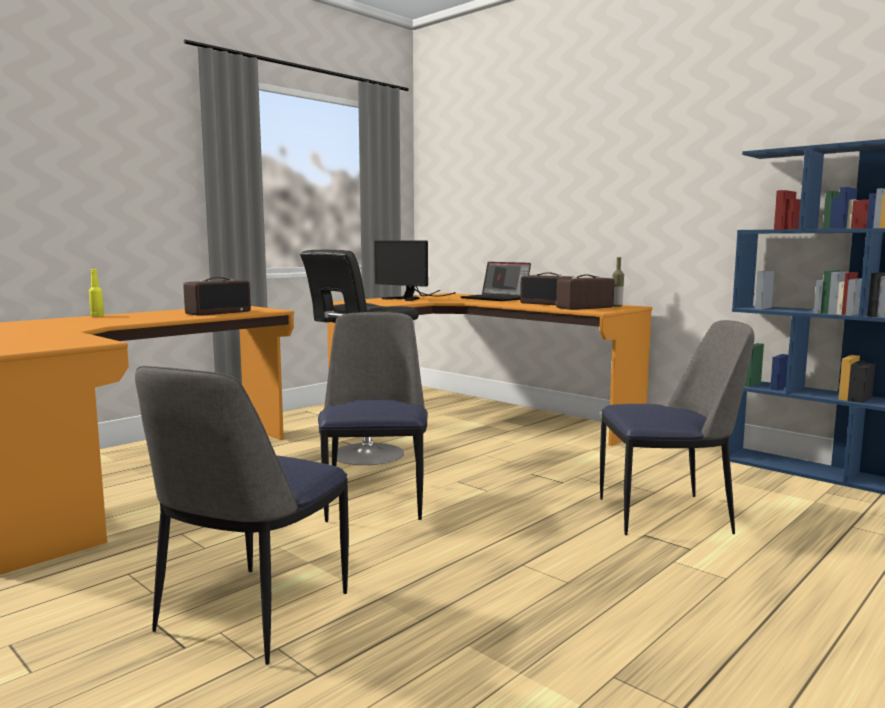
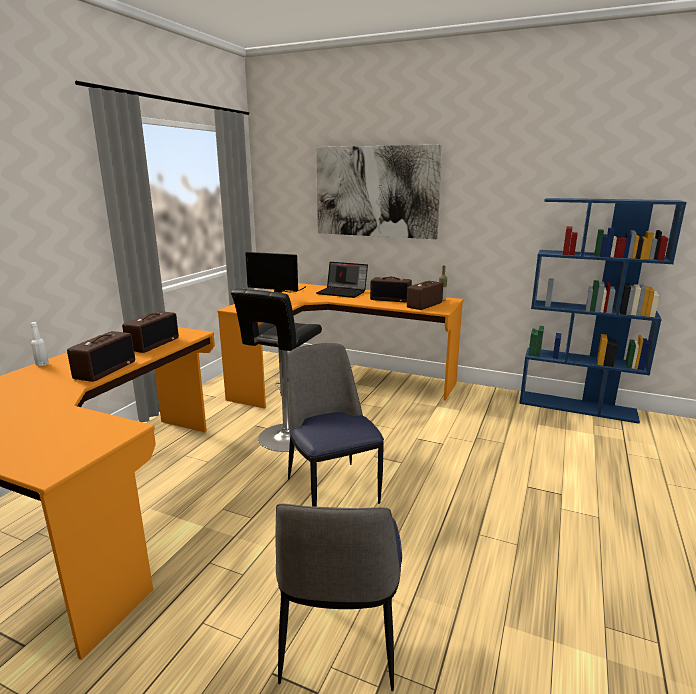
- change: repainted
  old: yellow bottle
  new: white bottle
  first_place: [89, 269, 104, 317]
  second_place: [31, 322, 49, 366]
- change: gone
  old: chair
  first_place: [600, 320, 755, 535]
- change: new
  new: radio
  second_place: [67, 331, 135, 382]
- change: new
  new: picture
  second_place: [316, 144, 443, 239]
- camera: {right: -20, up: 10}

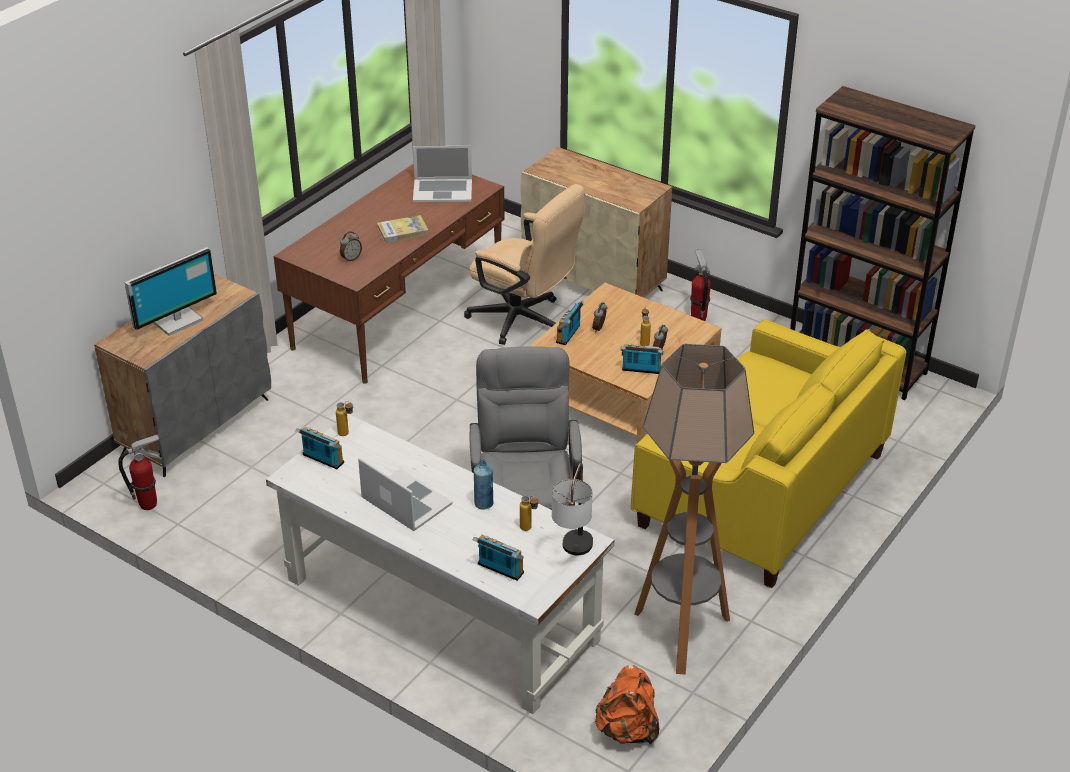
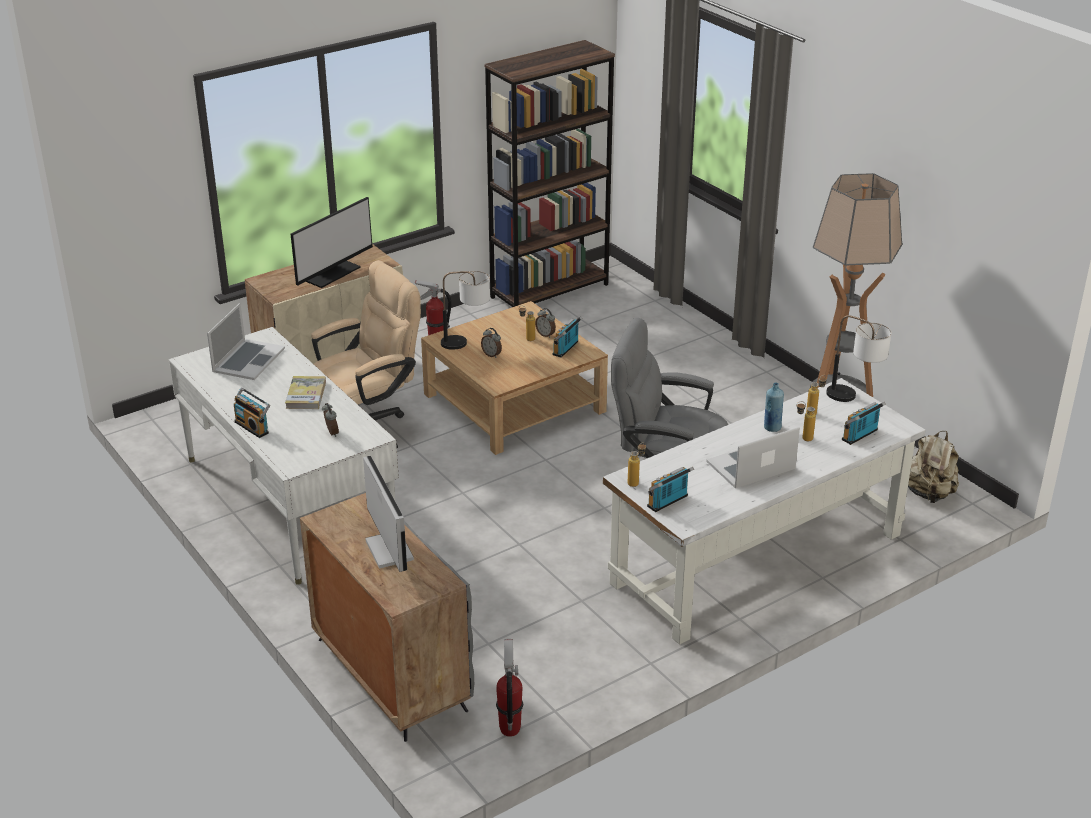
- change: repainted
  old: brown desk
  new: white desk
  first_place: [274, 164, 505, 384]
  second_place: [169, 327, 399, 585]
- change: shifted
  old: radio
  first_place: [556, 300, 585, 345]
  second_place: [234, 388, 270, 438]
- change: repainted
  old: orange backpack
  new: beige backpack
  first_place: [594, 665, 660, 745]
  second_place: [908, 431, 959, 503]
- change: gone
  old: yellow sofa
  first_place: [631, 319, 906, 588]
- change: new
  new: monitor
  second_place: [290, 197, 373, 288]
- change: new
  new: table lamp
  second_place: [441, 271, 490, 349]
- change: new
  new: bottle
  second_place: [796, 401, 816, 441]
- camera: {right: -70, up: -5}

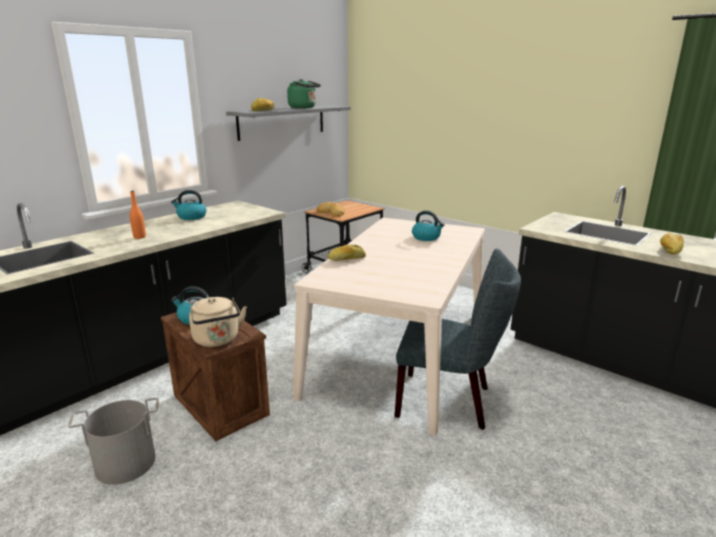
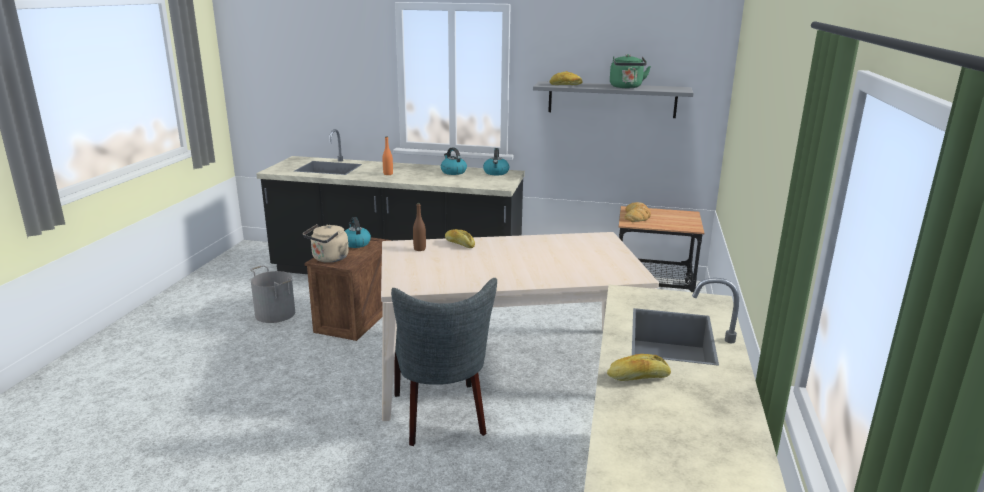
- change: shifted
  old: kettle
  first_place: [412, 211, 445, 241]
  second_place: [483, 148, 509, 175]
- change: new
  new: brown bottle
  second_place: [413, 203, 426, 251]
- camera: {right: 60, up: 0}

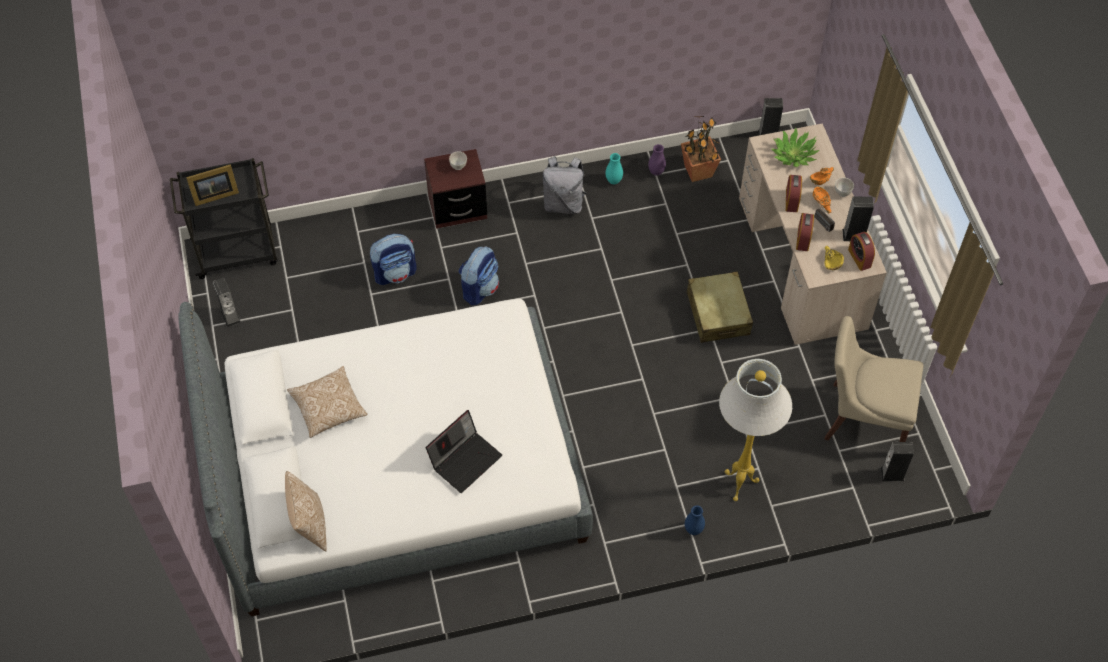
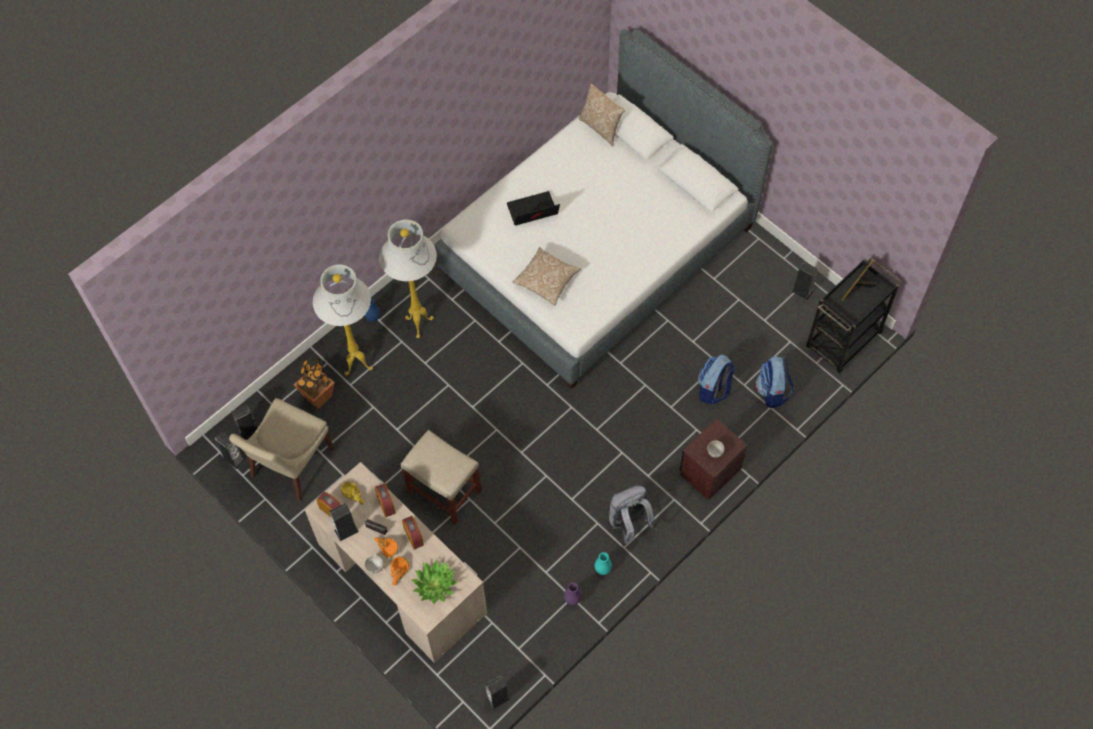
- change: shifted
  old: pillow
  first_place: [287, 366, 367, 438]
  second_place: [513, 247, 581, 306]
- change: rotated
  old: laptop
  first_place: [426, 410, 502, 493]
  second_place: [507, 191, 560, 226]
  degrees: 60
- change: shifted
  old: backpack
  first_place: [458, 246, 499, 305]
  second_place: [755, 356, 794, 408]
- change: shifted
  old: potted plant
  first_place: [681, 116, 721, 182]
  second_place: [294, 359, 335, 409]
- change: swapped
  old: beige suitcase
  new: beige stool
  first_place: [687, 272, 753, 343]
  second_place: [401, 430, 482, 525]
- change: rotated
  old: beige chair
  first_place: [825, 316, 923, 442]
  second_place: [229, 398, 334, 501]
  degrees: 135
- change: new
  new: speaker
  second_place: [215, 431, 245, 469]
- change: new
  new: white floor lamp
  second_place: [379, 219, 437, 338]
- camera: {right: 150, up: 5}

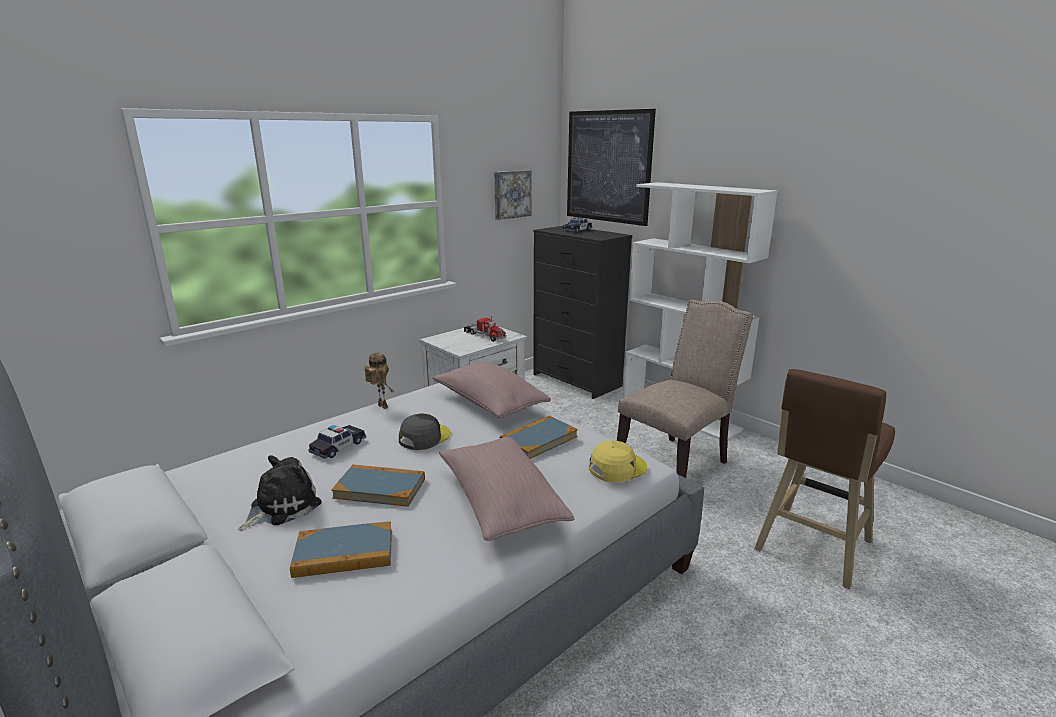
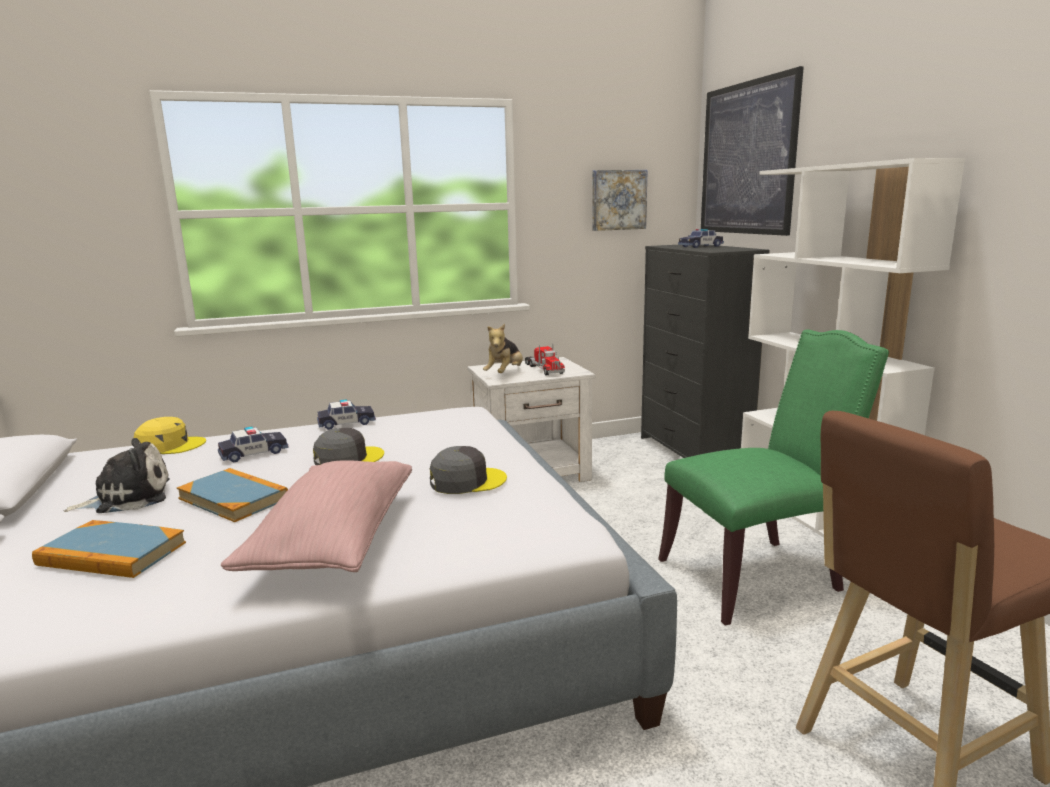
- change: swapped
  old: toy robot
  new: toy car
  first_place: [364, 353, 393, 409]
  second_place: [317, 399, 376, 430]
- change: gone
  old: pink pillow
  first_place: [432, 362, 551, 418]
- change: swapped
  old: book
  new: grey cap
  first_place: [499, 416, 578, 459]
  second_place: [430, 446, 507, 494]
- change: shifted
  old: yellow cap
  first_place: [589, 441, 647, 483]
  second_place: [134, 417, 206, 454]
- change: repainted
  old: beige chair
  new: green chair
  first_place: [617, 299, 753, 478]
  second_place: [658, 329, 889, 625]
- change: new
  new: plush toy
  second_place: [483, 324, 523, 373]
- camera: {right: 25, up: -5}

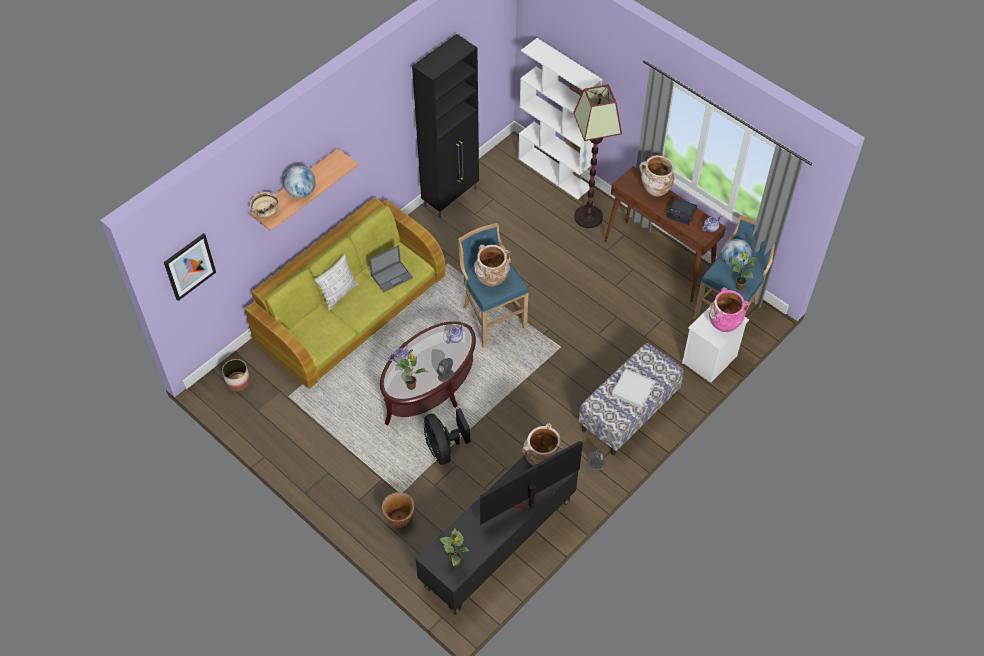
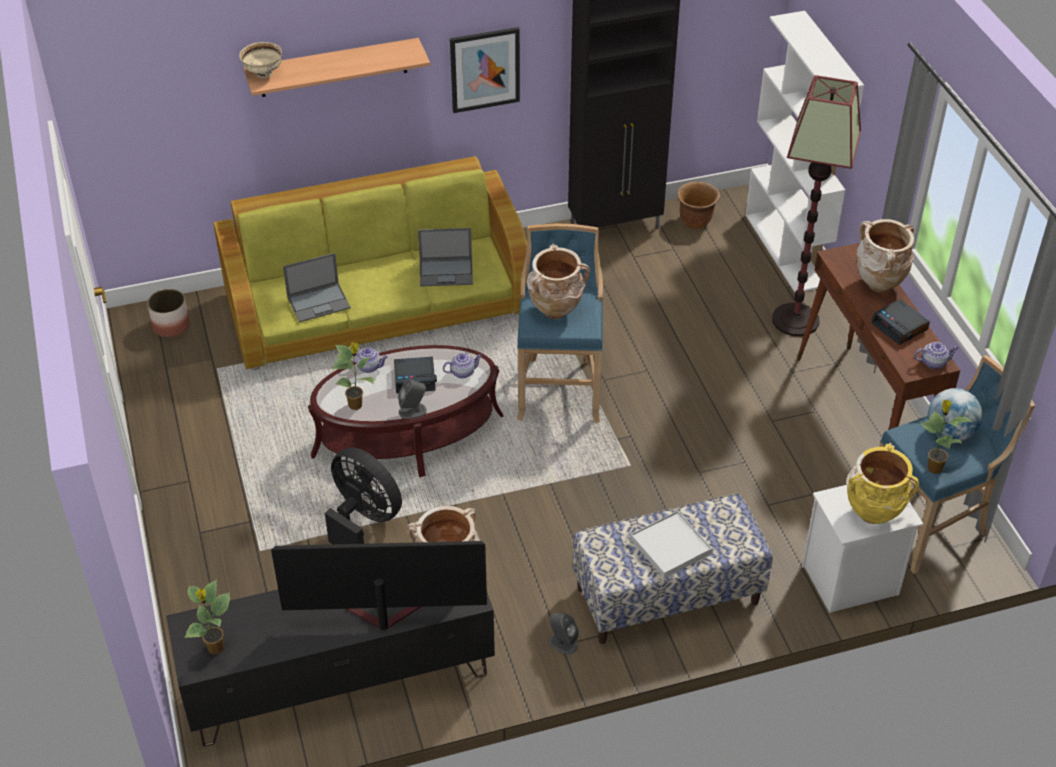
- change: shifted
  old: picture
  first_place: [164, 233, 216, 301]
  second_place: [450, 27, 520, 113]
- change: gone
  old: globe
  first_place: [283, 166, 316, 198]
- change: gone
  old: pillow
  first_place: [314, 254, 359, 311]
- change: shifted
  old: brown planter
  first_place: [382, 492, 414, 528]
  second_place: [677, 181, 720, 229]
- change: rotated
  old: black fan
  first_place: [424, 408, 470, 465]
  second_place: [325, 447, 402, 544]
  degrees: 120
- change: repainted
  old: pink vase
  new: yellow vase
  first_place: [709, 287, 750, 332]
  second_place: [846, 443, 919, 524]
- change: new
  new: laptop
  second_place: [283, 253, 351, 322]
- change: new
  new: alarm clock
  second_place: [394, 357, 437, 393]
- camera: {right: 30, up: -10}

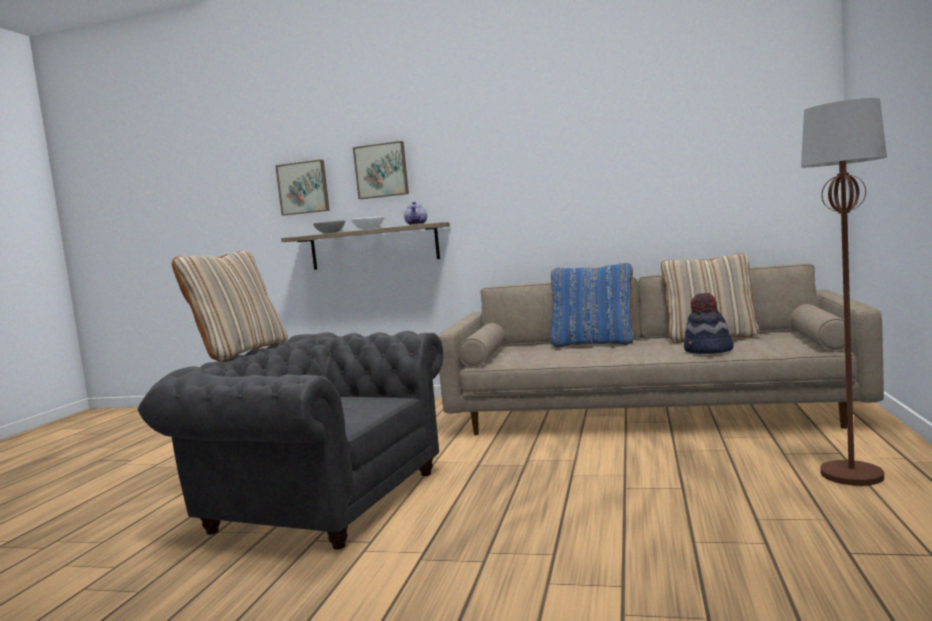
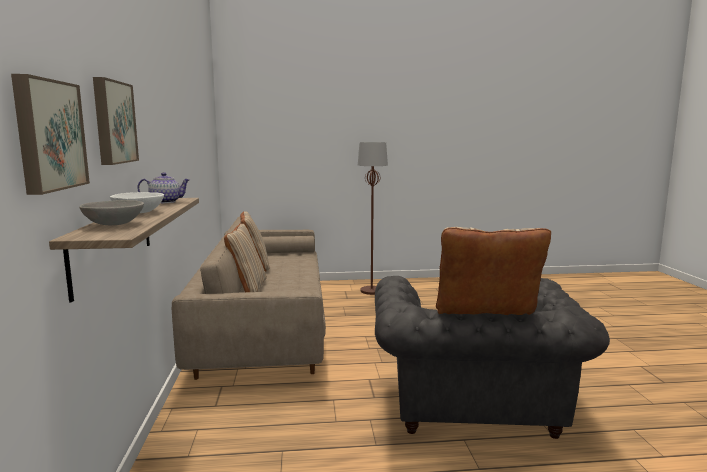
- change: repainted
  old: blue pillow
  new: beige pillow
  first_place: [551, 263, 634, 347]
  second_place: [224, 224, 267, 292]
- change: gone
  old: hat
  first_place: [684, 293, 734, 354]
- camera: {right: -110, up: 5}

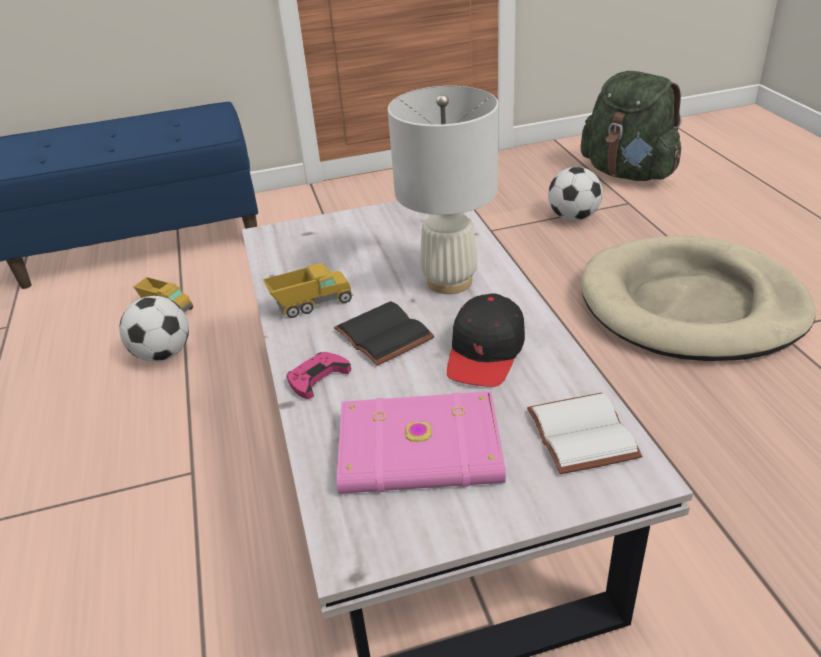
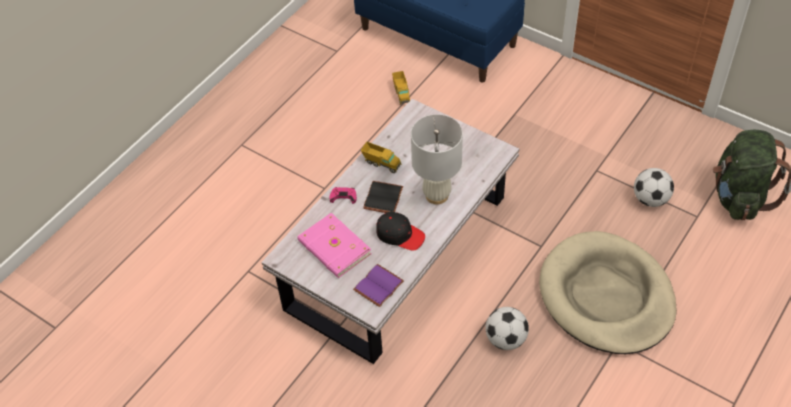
- change: shifted
  old: football
  first_place: [119, 296, 189, 362]
  second_place: [485, 307, 529, 350]
- change: rotated
  old: black cap
  first_place: [447, 293, 525, 387]
  second_place: [376, 212, 425, 251]
  degrees: -135
- change: repainted
  old: white book
  new: purple book
  first_place: [527, 393, 642, 474]
  second_place: [353, 264, 404, 307]
- camera: {right: 50, up: 15}

